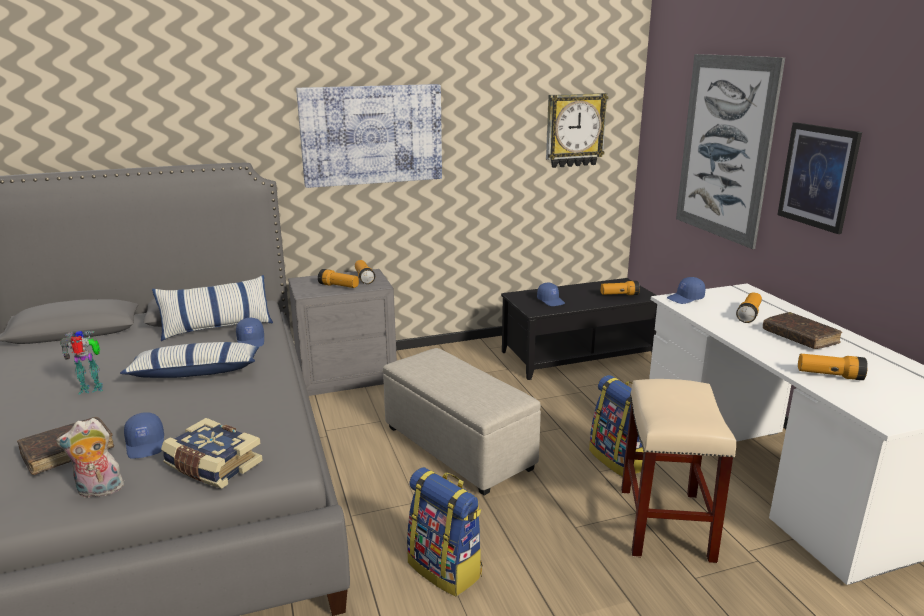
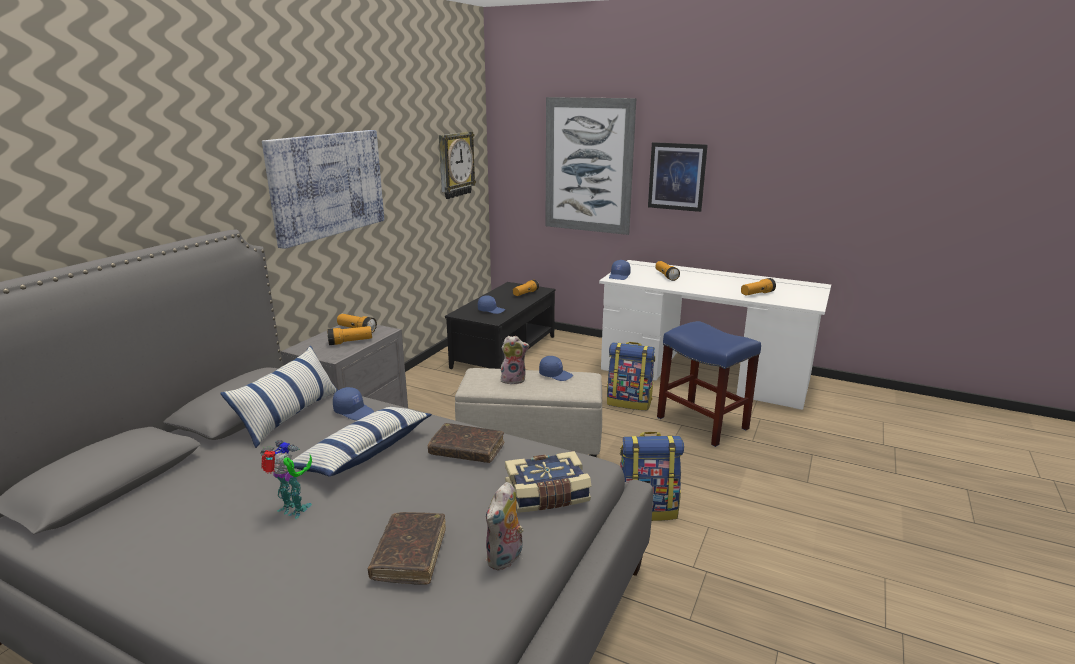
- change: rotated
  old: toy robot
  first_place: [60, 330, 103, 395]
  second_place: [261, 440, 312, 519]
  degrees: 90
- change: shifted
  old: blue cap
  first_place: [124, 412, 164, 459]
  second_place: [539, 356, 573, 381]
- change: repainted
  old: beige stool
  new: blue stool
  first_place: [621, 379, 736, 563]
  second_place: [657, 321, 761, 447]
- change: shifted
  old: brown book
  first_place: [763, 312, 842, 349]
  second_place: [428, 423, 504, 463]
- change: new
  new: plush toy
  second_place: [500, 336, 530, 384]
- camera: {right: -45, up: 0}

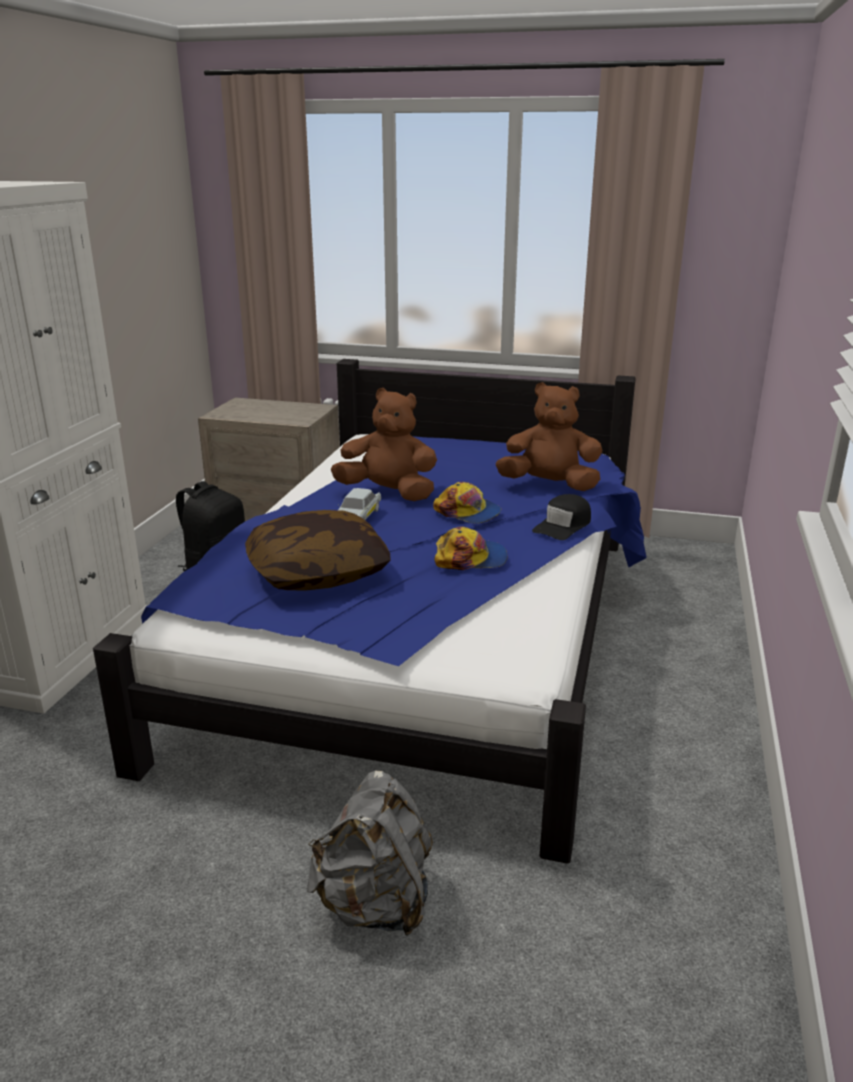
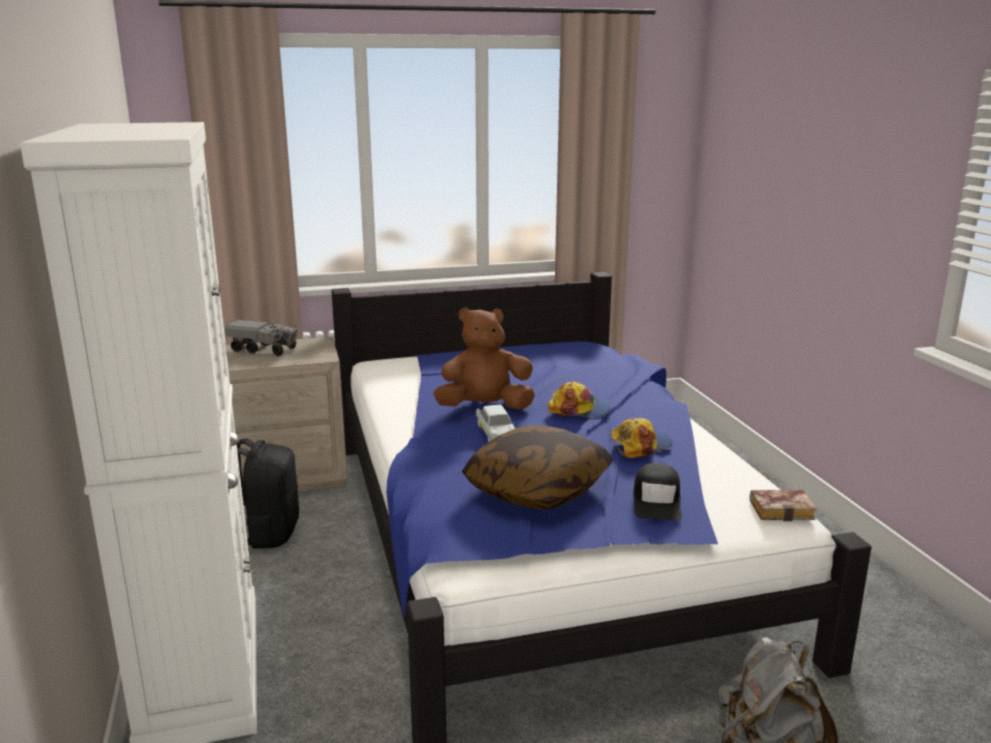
- change: gone
  old: brown plush toy
  first_place: [496, 382, 602, 491]
- change: shifted
  old: black cap
  first_place: [532, 494, 591, 540]
  second_place: [633, 463, 682, 521]
- change: new
  new: toy truck
  second_place: [225, 320, 298, 356]
- change: new
  new: book
  second_place: [750, 490, 817, 521]
- camera: {right: -30, up: -5}

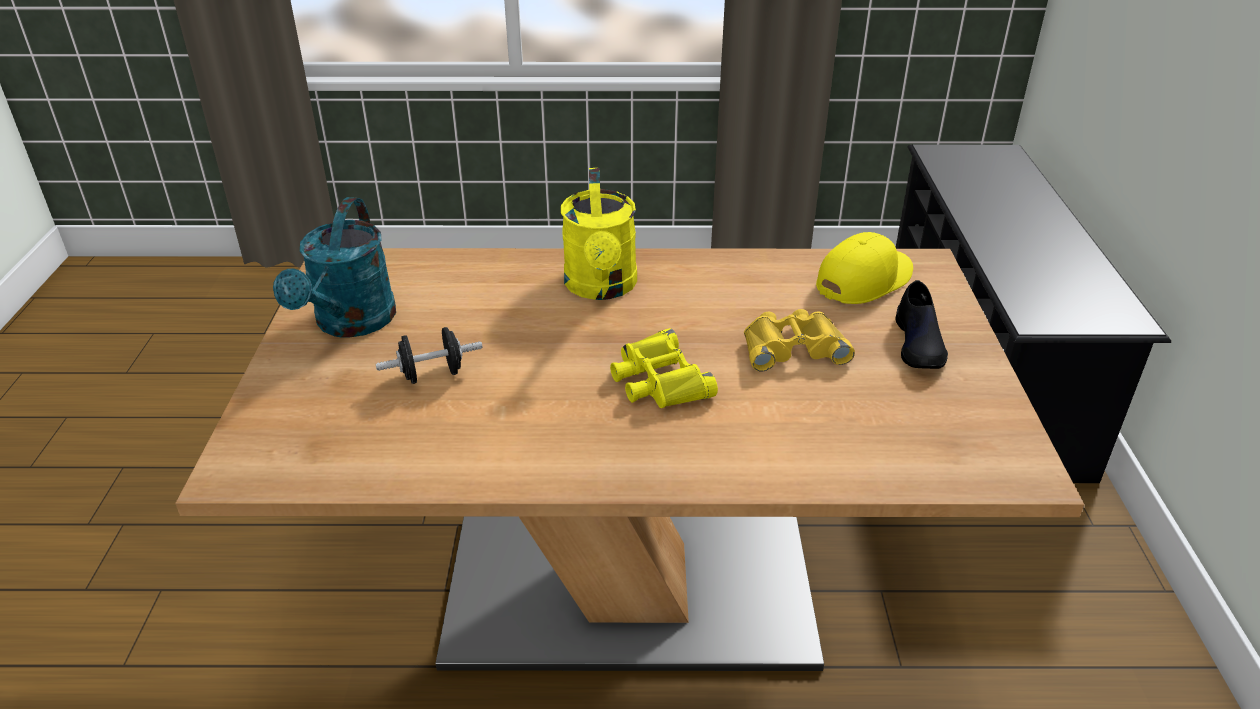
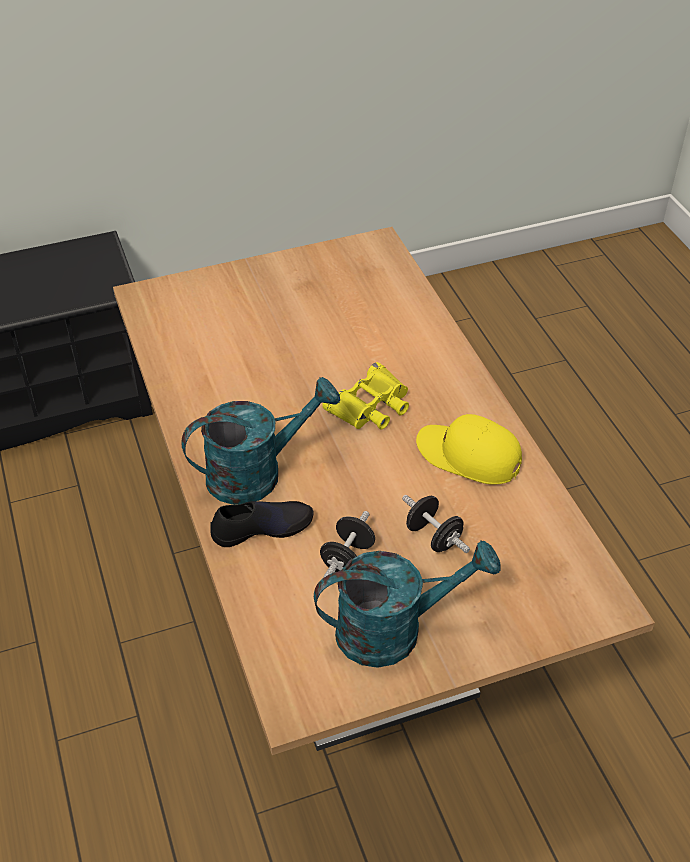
- change: repainted
  old: yellow watering can
  new: turquoise watering can
  first_place: [561, 168, 637, 300]
  second_place: [181, 377, 340, 505]
- change: gone
  old: yellow binoculars
  first_place: [744, 309, 855, 372]
- change: shifted
  old: yellow cap
  first_place: [816, 232, 913, 304]
  second_place: [416, 414, 522, 485]
- change: shifted
  old: black shoe
  first_place: [896, 280, 948, 369]
  second_place: [210, 501, 313, 547]
- change: new
  new: black dumbbell
  second_place: [320, 511, 375, 578]
- camera: {right: -110, up: 10}

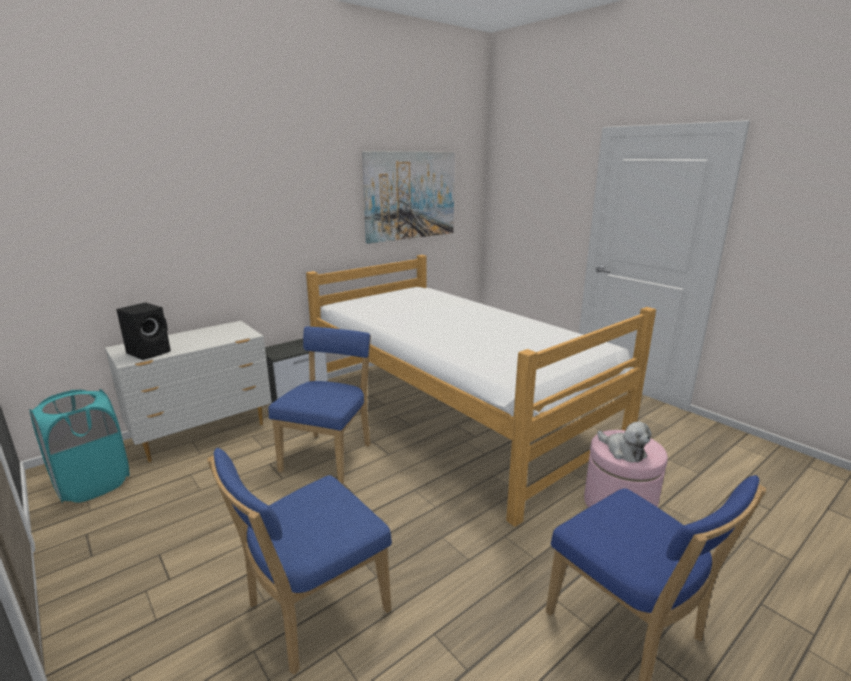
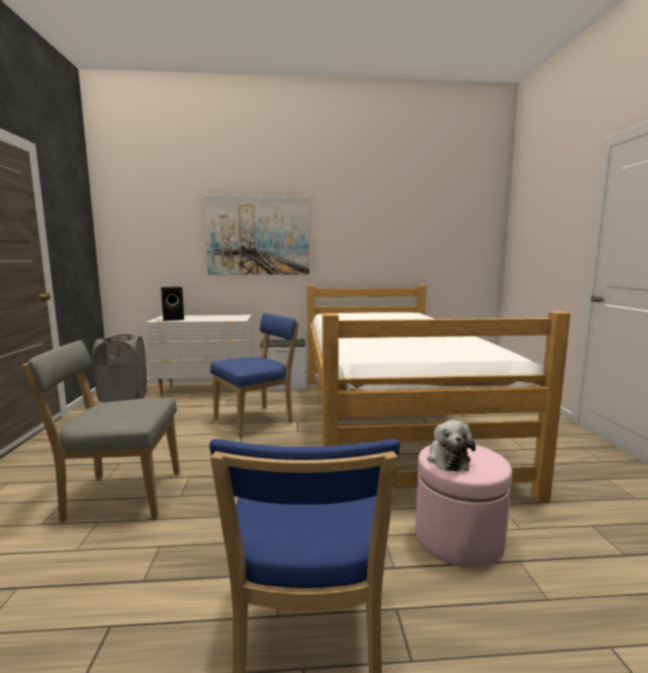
- change: repainted
  old: turquoise laundry basket
  new: grey laundry basket
  first_place: [29, 389, 130, 503]
  second_place: [93, 334, 147, 403]
- change: repainted
  old: blue chair
  new: grey chair
  first_place: [207, 448, 392, 675]
  second_place: [23, 340, 180, 522]
- change: shifted
  old: picture
  first_place: [362, 151, 455, 244]
  second_place: [204, 195, 309, 275]
- camera: {right: 35, up: -10}

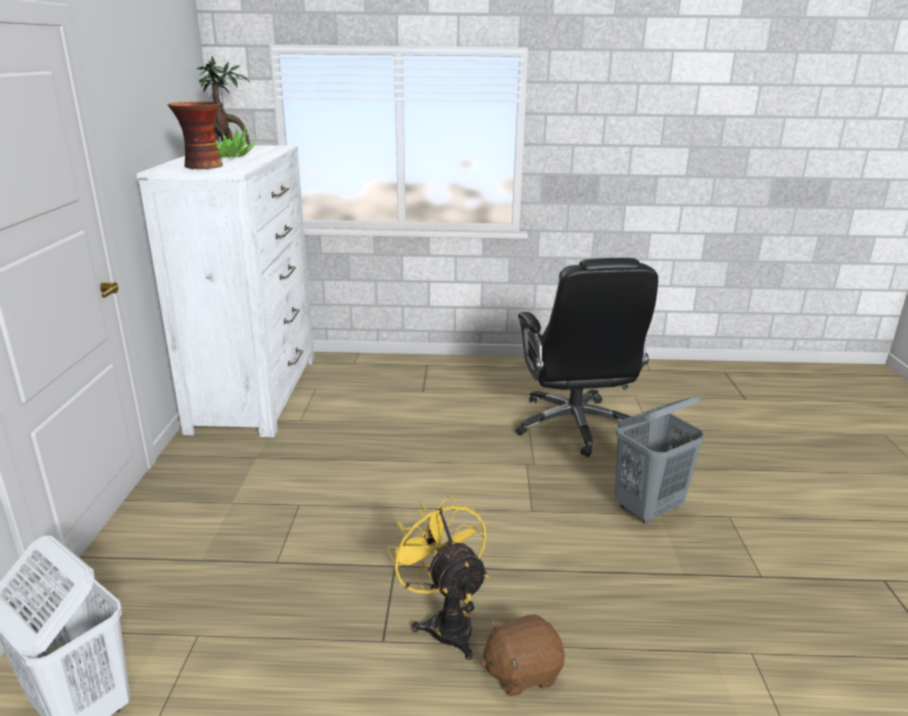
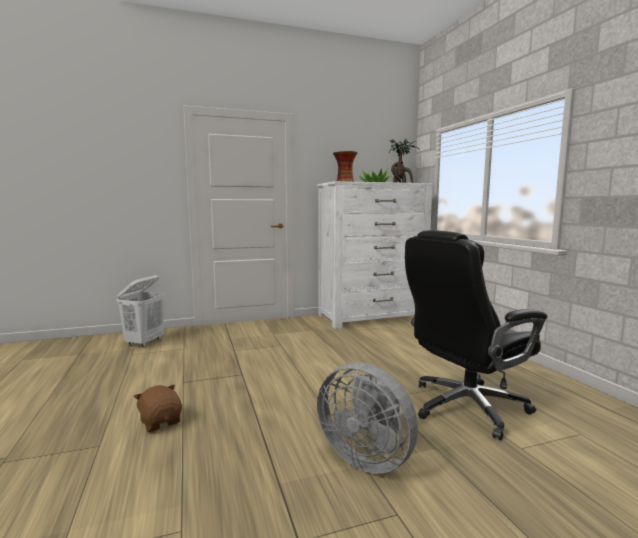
- change: gone
  old: yellow fan
  first_place: [387, 495, 489, 660]
- change: swapped
  old: grey laundry basket
  new: grey fan
  first_place: [615, 396, 705, 524]
  second_place: [317, 362, 418, 473]
- camera: {right: 70, up: -15}

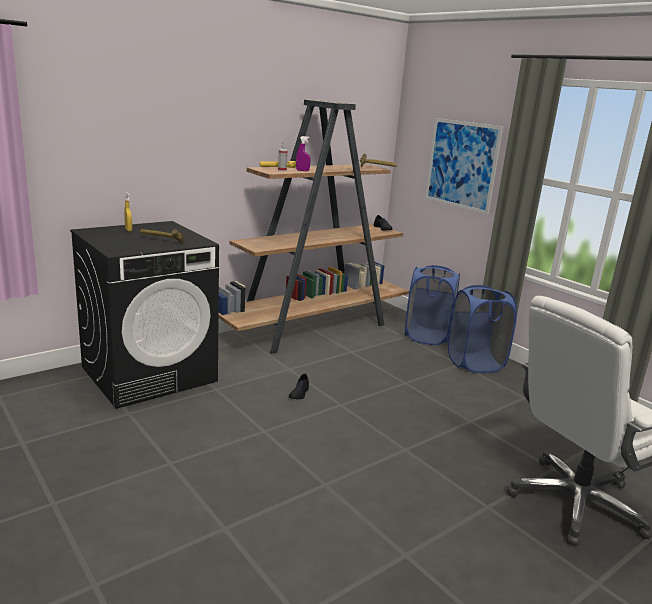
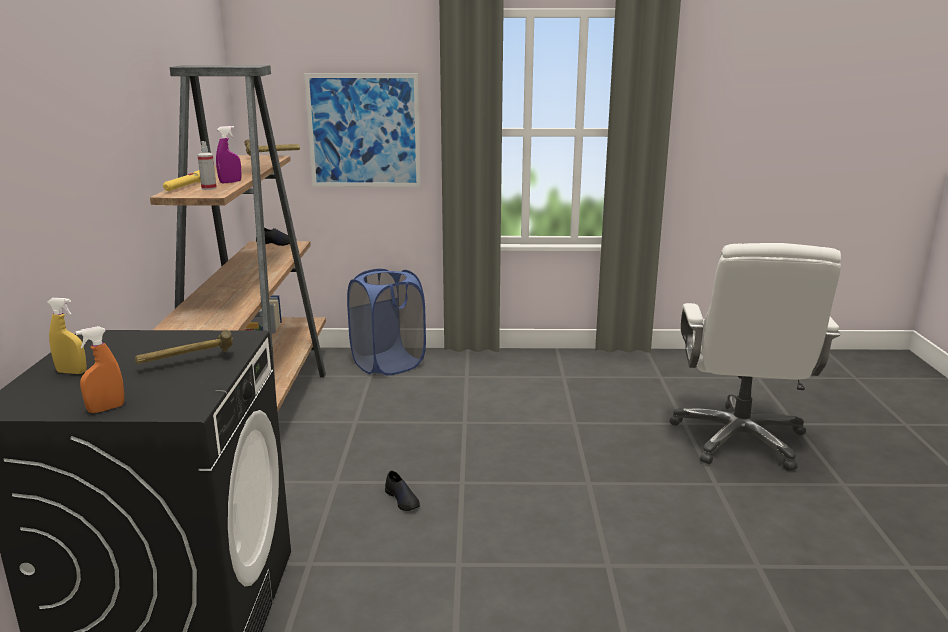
- change: gone
  old: blue laundry basket
  first_place: [448, 285, 517, 373]
- change: new
  new: orange spray bottle
  second_place: [76, 326, 124, 413]
- camera: {right: -50, up: 0}

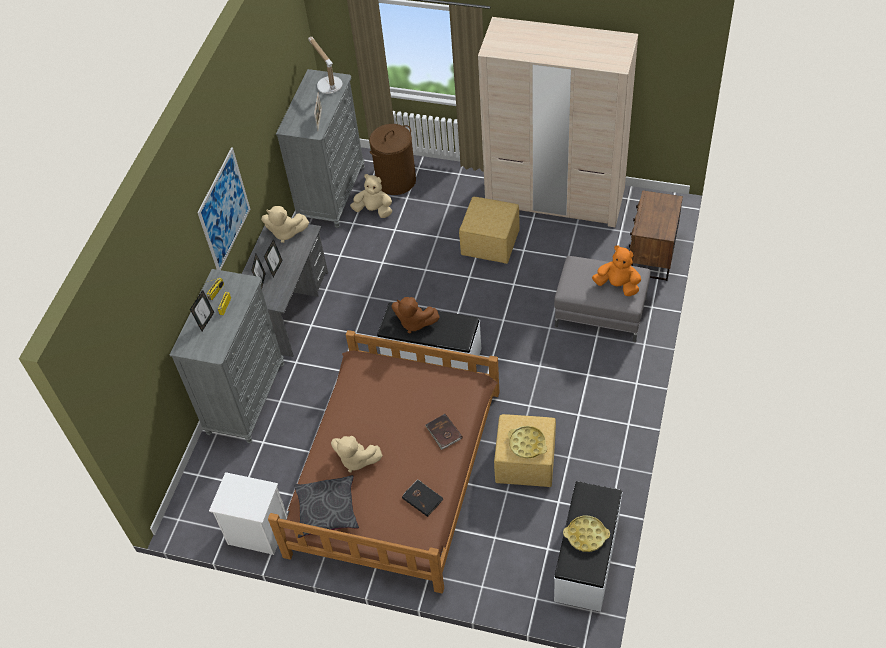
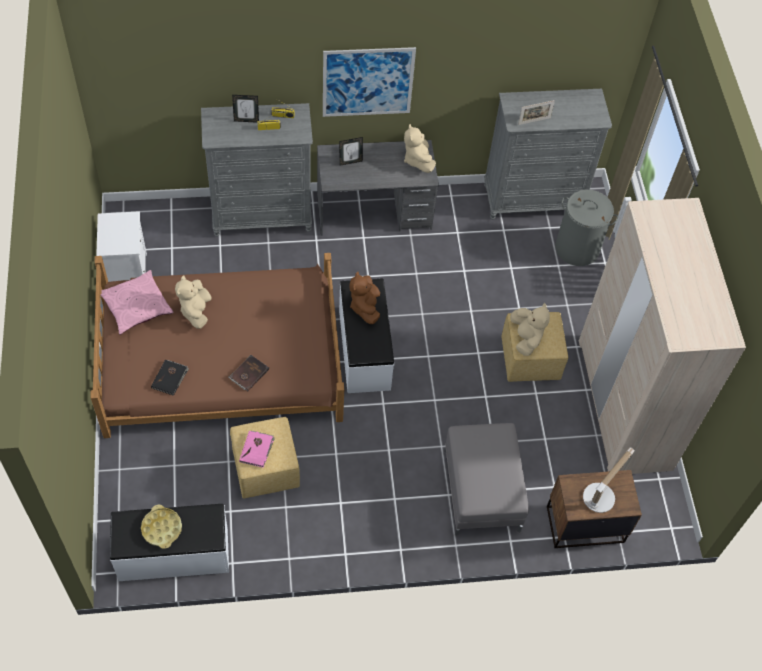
- change: gone
  old: picture frame
  first_place: [264, 239, 283, 277]
- change: repainted
  old: grey pillow
  new: pink pillow
  first_place: [294, 475, 359, 538]
  second_place: [101, 270, 173, 335]
- change: shifted
  old: table lamp
  first_place: [308, 37, 342, 94]
  second_place: [583, 447, 635, 513]
- change: shifted
  old: beige plush toy
  first_place: [350, 174, 392, 218]
  second_place: [510, 303, 550, 356]
- change: repainted
  old: brown laundry basket
  new: grey laundry basket
  first_place: [369, 124, 416, 195]
  second_place: [555, 190, 618, 266]
- change: swapped
  old: yellow tray
  new: pink book
  first_place: [508, 426, 547, 459]
  second_place: [239, 431, 275, 468]
- change: gone
  old: orange plush toy
  first_place: [592, 245, 641, 296]
- camera: {right: 60, up: 5}

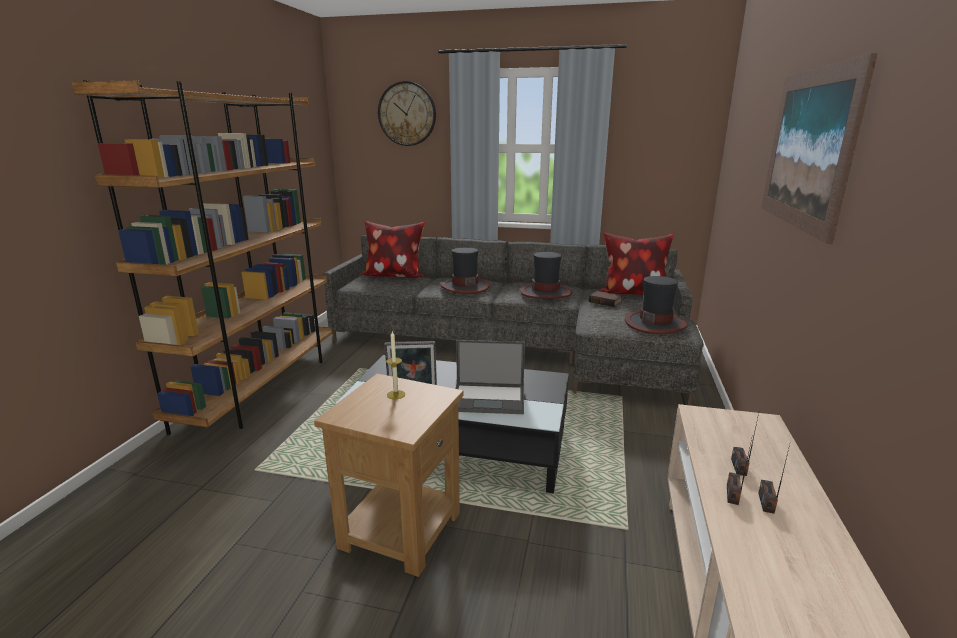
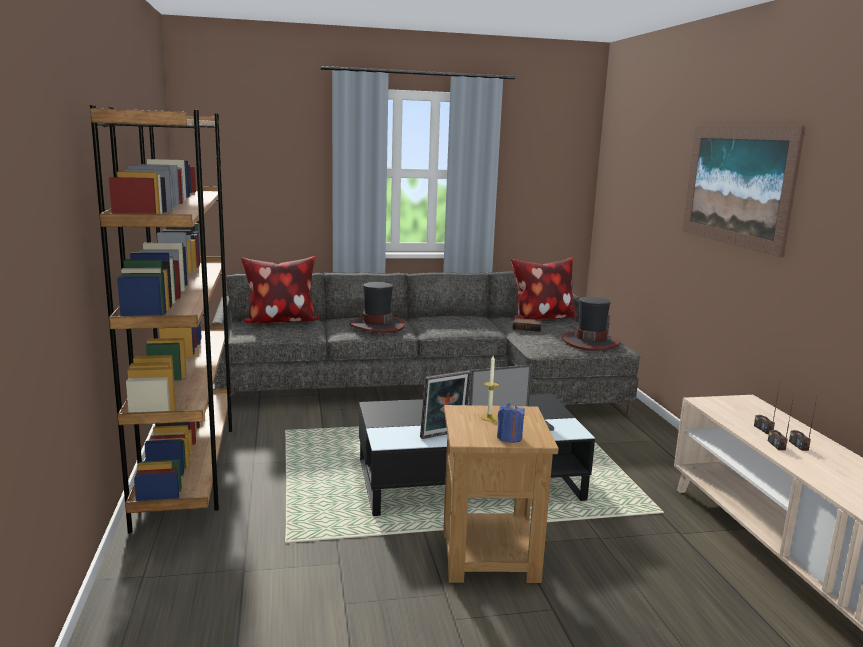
- change: gone
  old: wall clock
  first_place: [378, 81, 436, 146]
- change: gone
  old: hat
  first_place: [520, 252, 572, 299]
- change: new
  new: blue candle
  second_place: [497, 403, 525, 443]
- camera: {right: -25, up: -5}

